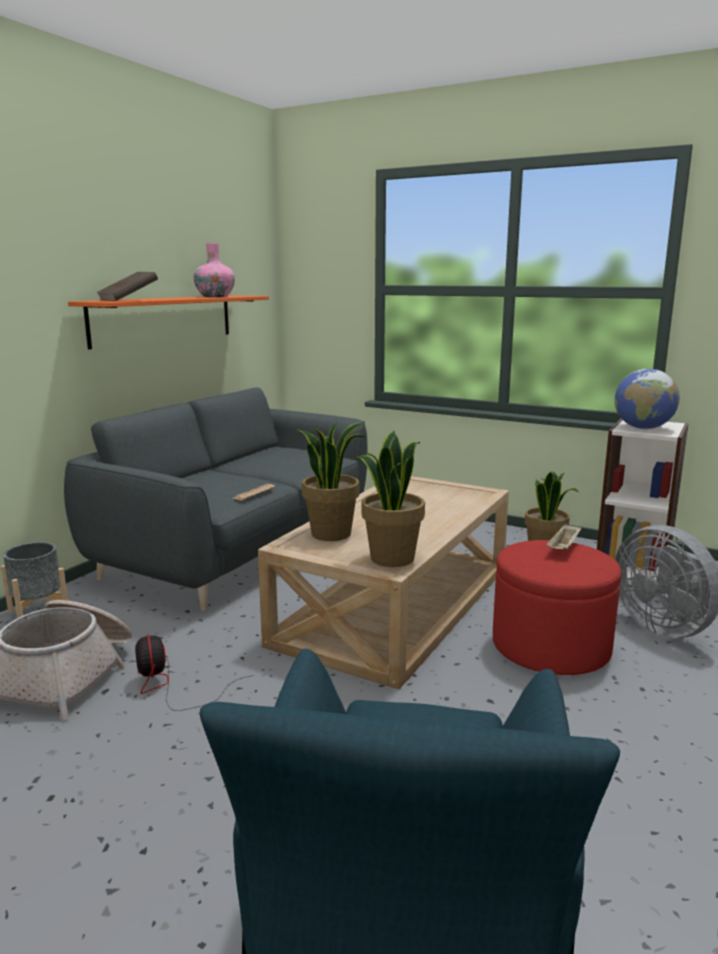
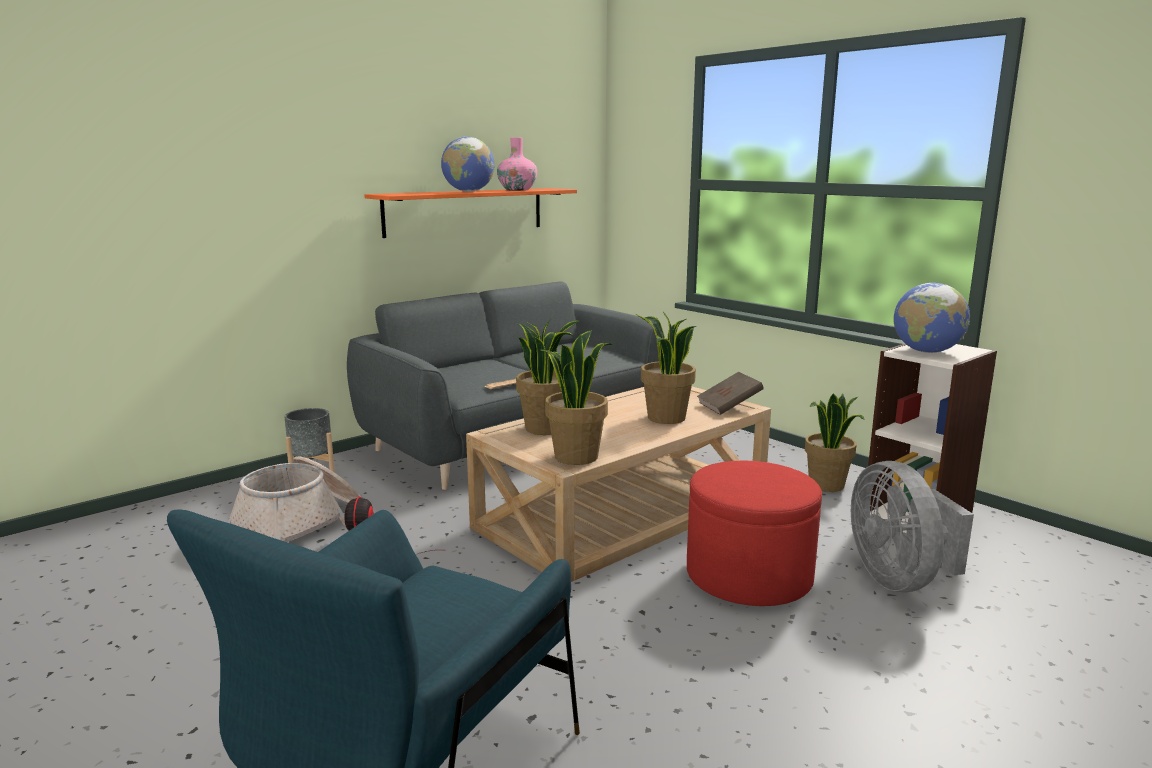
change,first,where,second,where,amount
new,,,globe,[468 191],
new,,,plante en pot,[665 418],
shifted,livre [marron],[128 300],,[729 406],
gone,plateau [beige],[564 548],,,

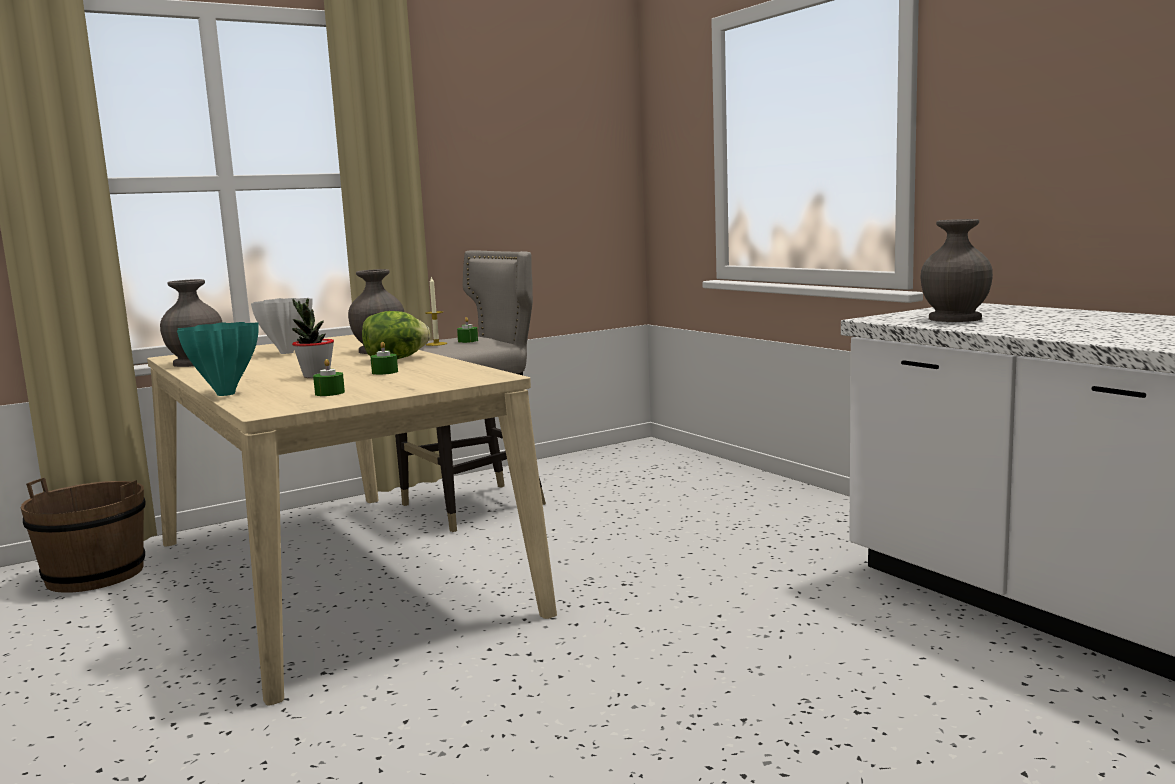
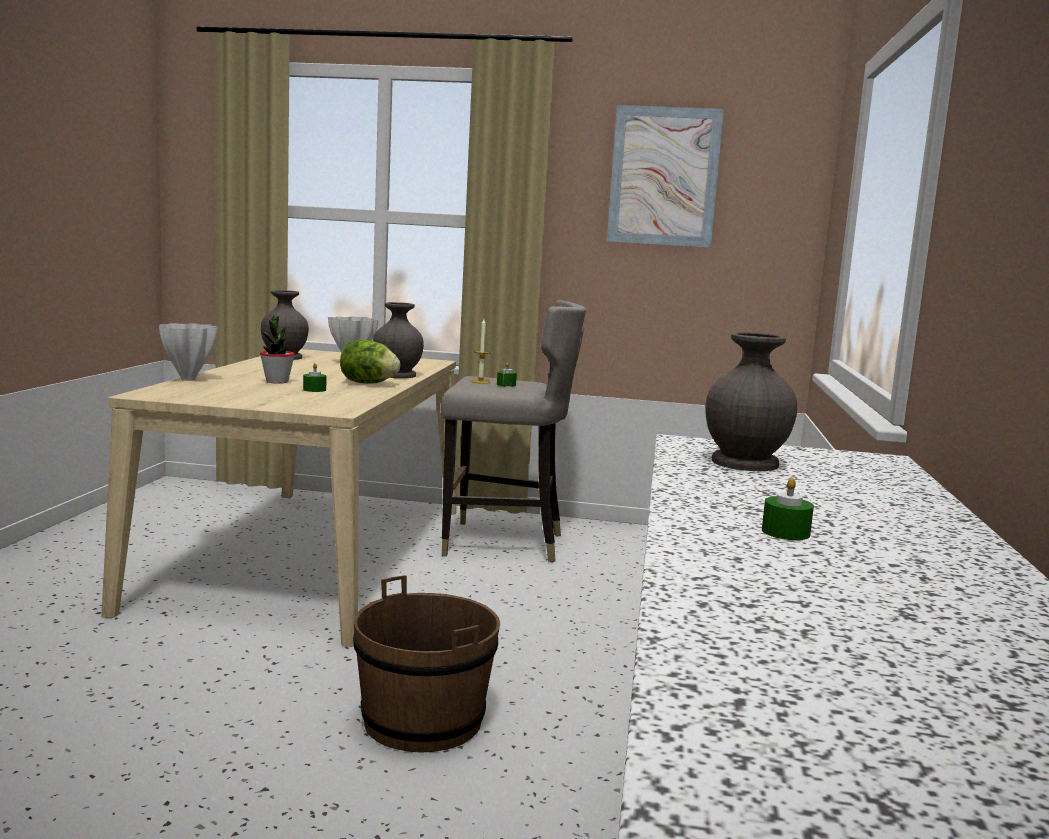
change,first,where,second,where,amount
repainted,vase [turquoise],[226 394],vase [blanc],[189 379],
shifted,seau [marron],[95 575],,[423 721],
new,,,tableau,[664 177],
shifted,bougie [vert],[329 393],,[785 532],

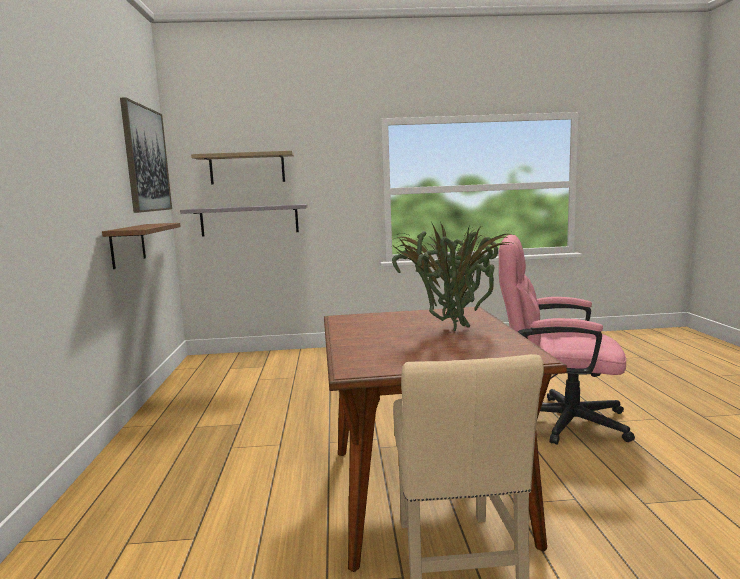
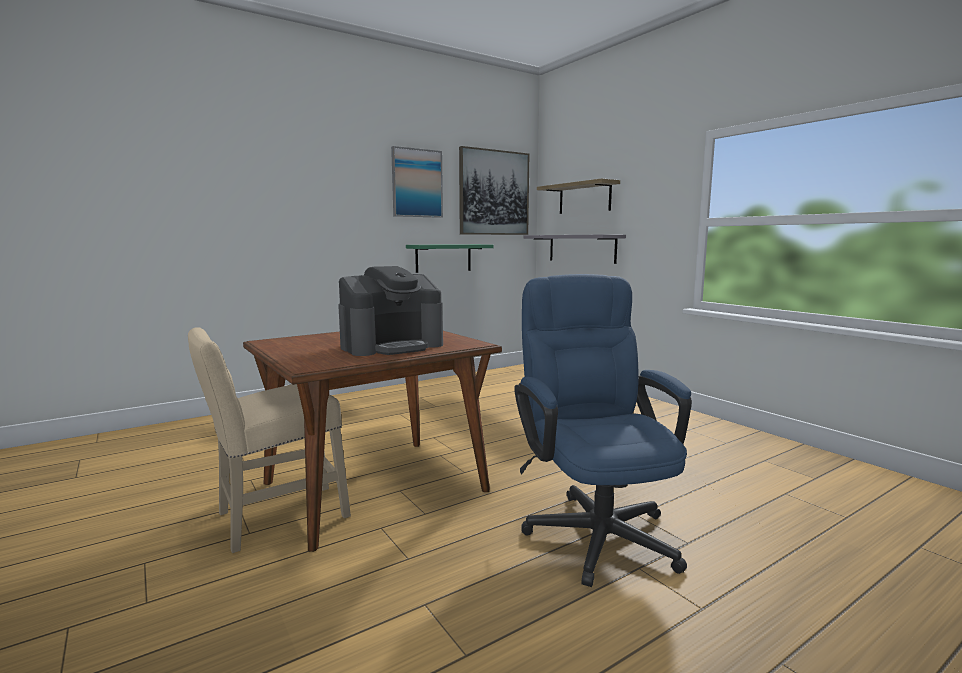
change,first,where,second,where,amount
swapped,plante en pot,[450 329],machine à café,[392 346],
new,,,tableau,[417 183],
repainted,étagère [marron],[127 245],étagère [vert],[443 258],
repainted,chaise de bureau [rose],[557 420],chaise de bureau [bleu],[595 528],

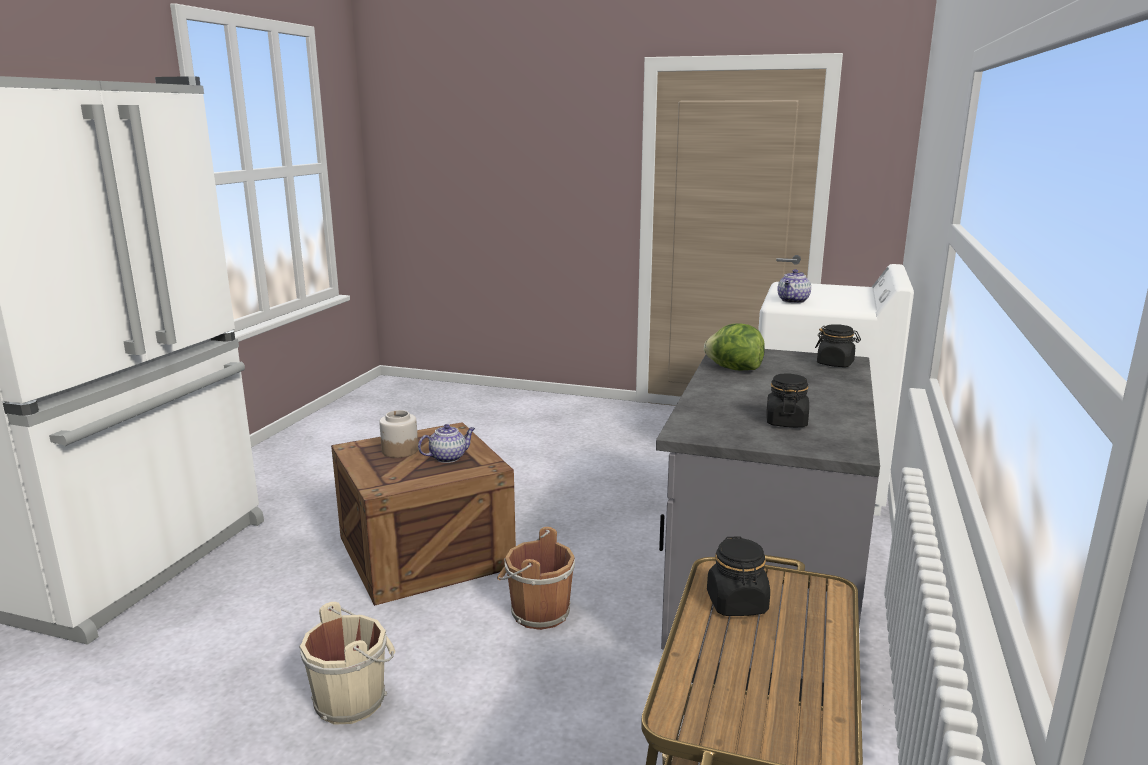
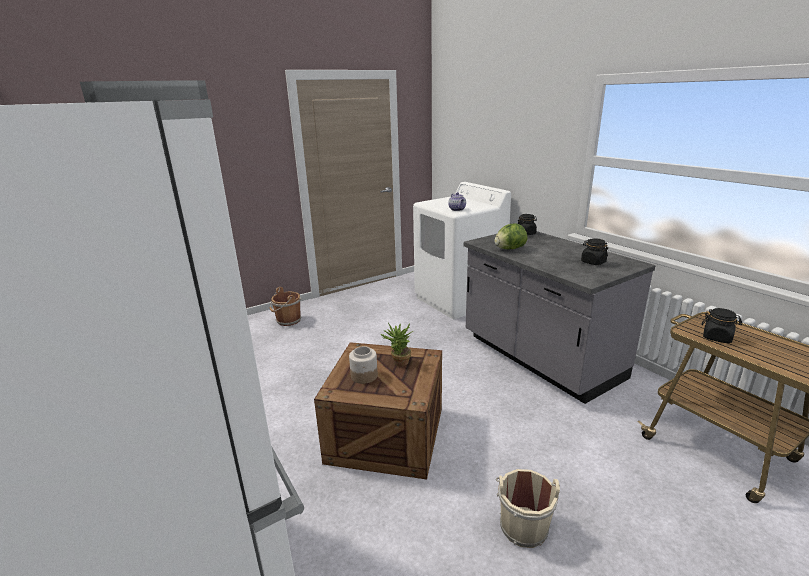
change,first,where,second,where,amount
shifted,seau [marron],[537 612],,[288 321],
swapped,théière,[448 457],plante en pot,[398 363],

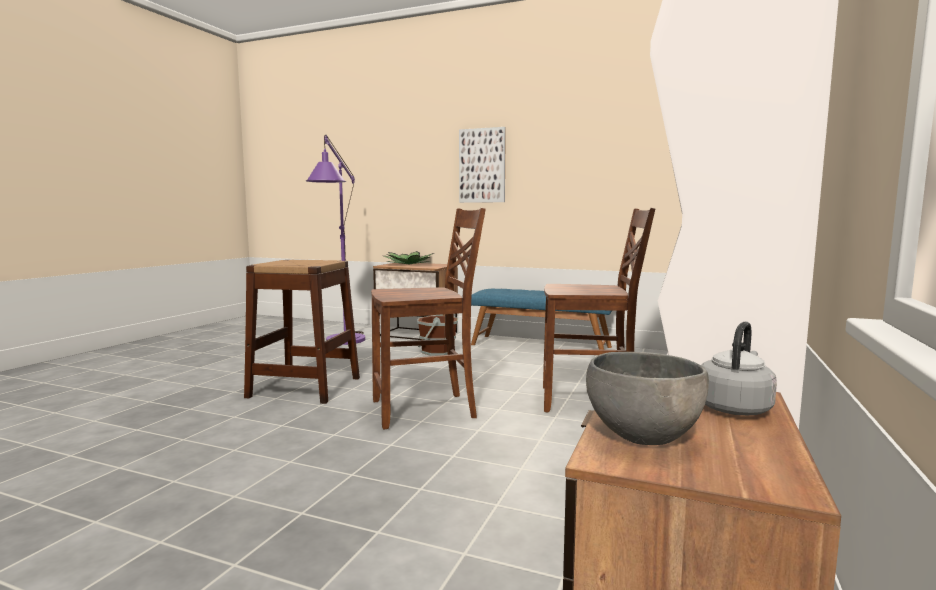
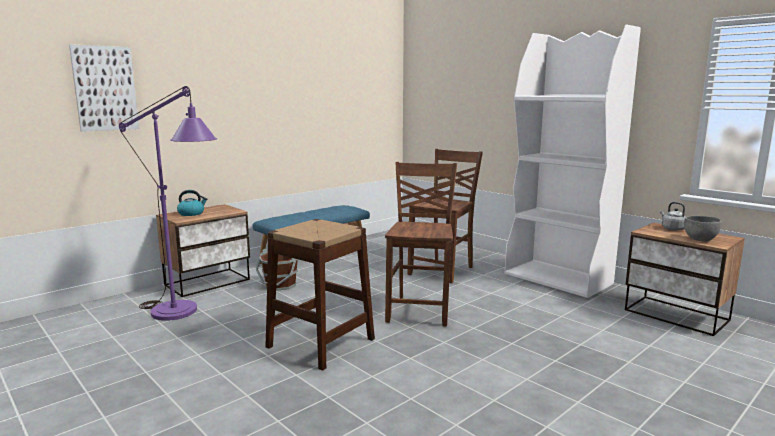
change,first,where,second,where,amount
shifted,tableau,[482 165],,[105 88],
swapped,plante en pot,[409 264],bouilloire,[191 213],

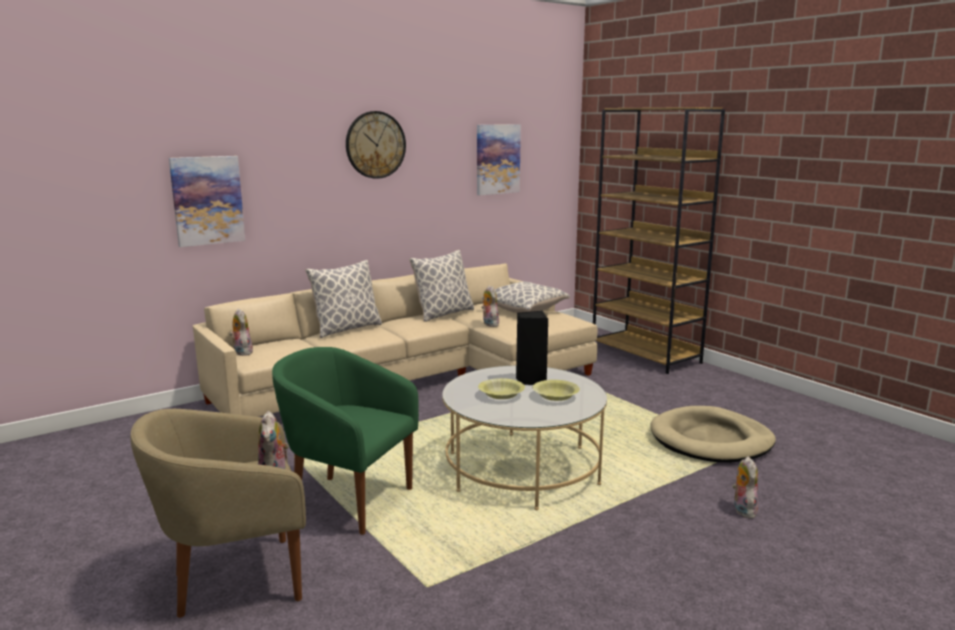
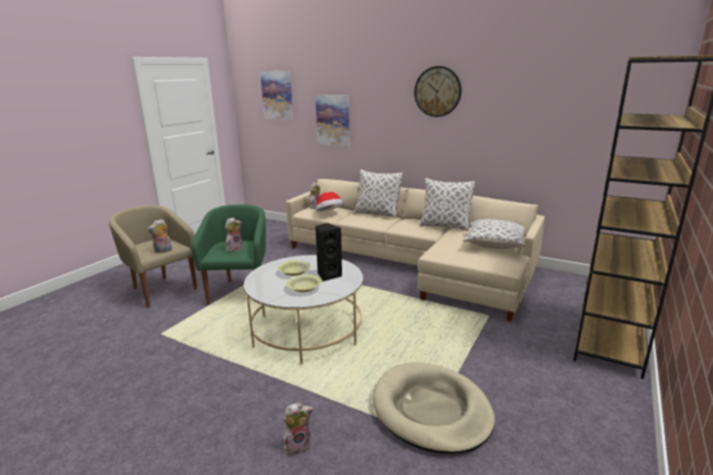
change,first,where,second,where,amount
shifted,peluche,[489 324],,[234 248],
shifted,tableau,[497 159],,[277 95],
new,,,chapeau,[329 213],

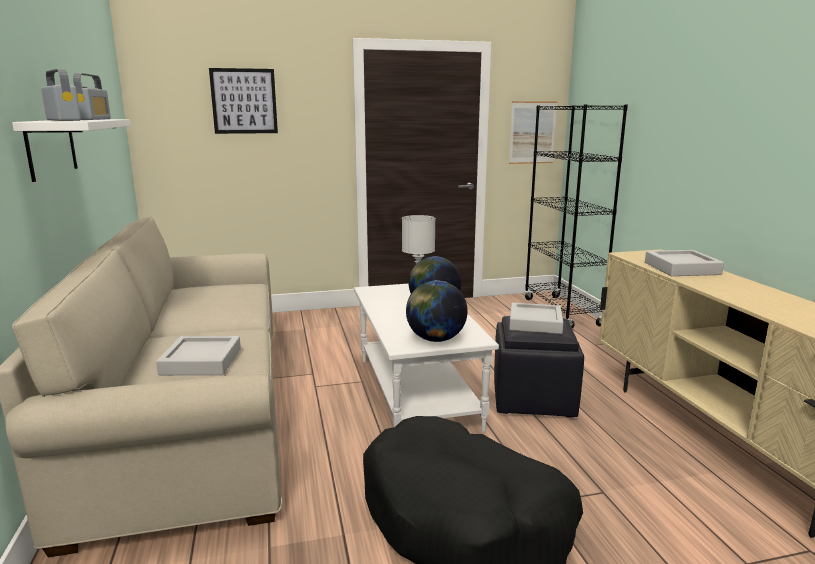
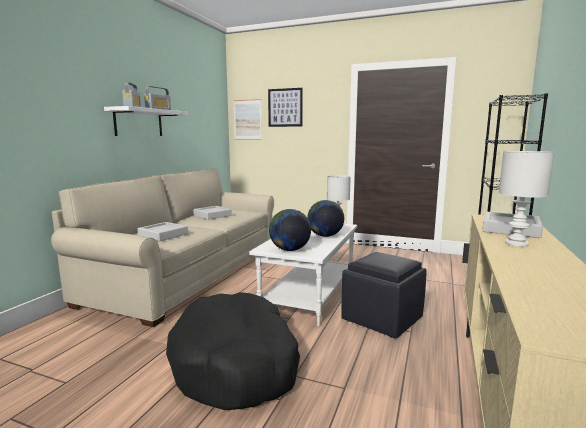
change,first,where,second,where,amount
shifted,plateau [gris],[535 323],,[212 215],
shifted,tableau,[532 132],,[247 119],
new,,,lampe de table [blanc],[515 243],

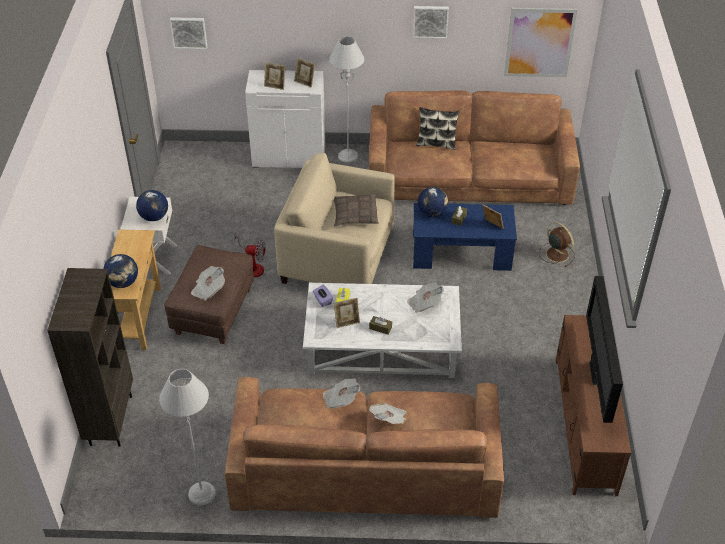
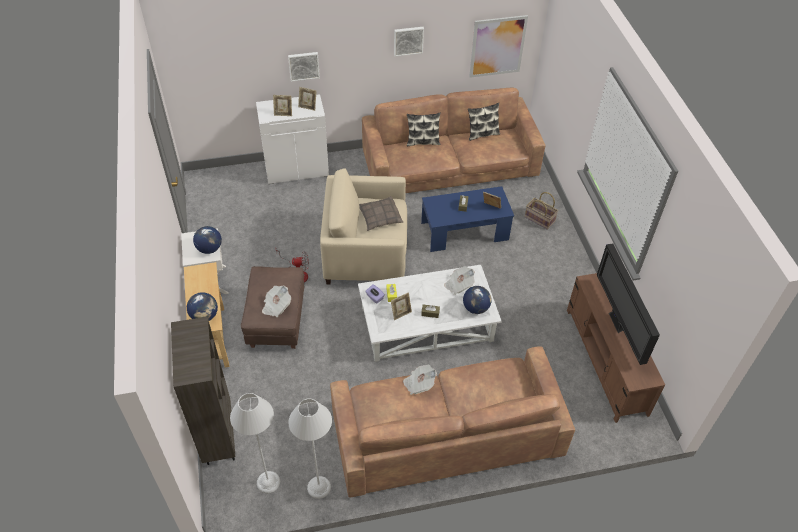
change,first,where,second,where,amount
shifted,lampadaire [gris],[348 156],,[268 482],
shifted,tableau,[189 32],,[303 65],
shifted,globe,[432 213],,[476 308],
new,,,coussin,[482 134],
swapped,ventilateur [marron],[556 253],panier,[539 219],
gone,journal,[389 419],,,

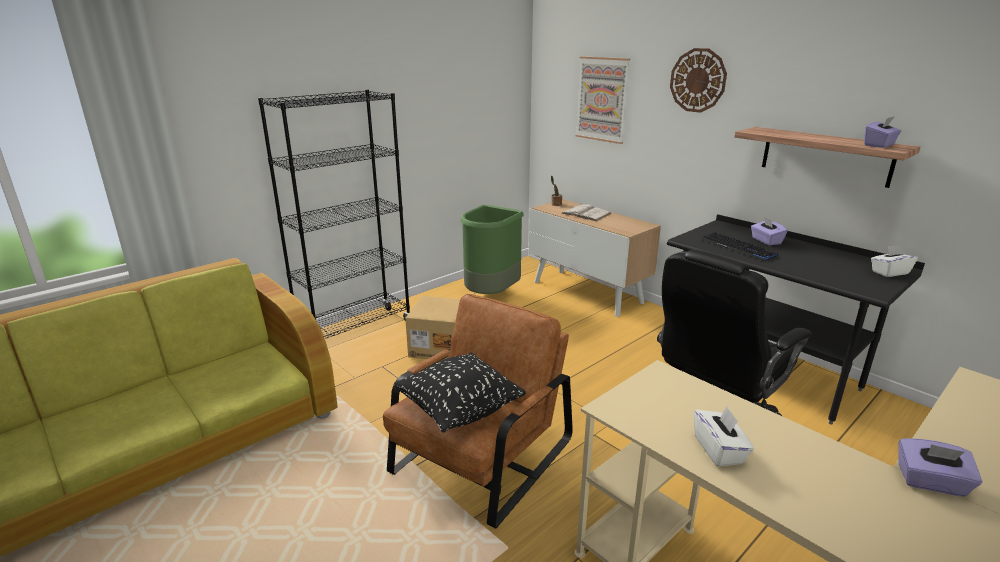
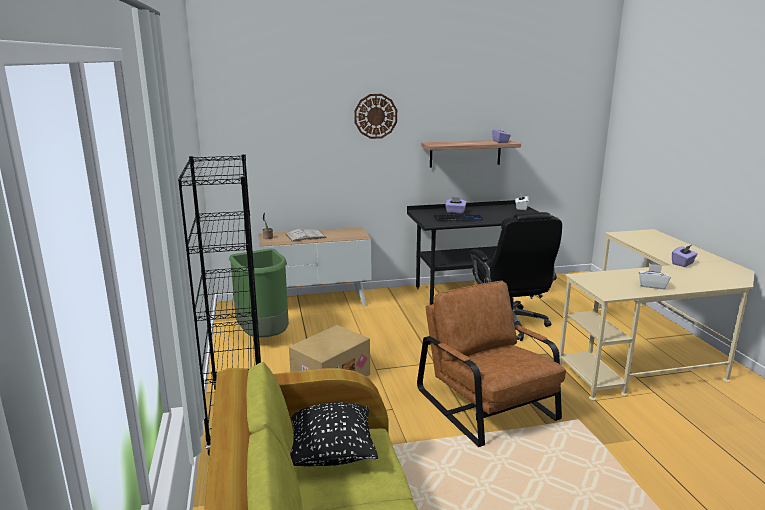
change,first,where,second,where,amount
shifted,coussin [noir],[460 411],,[332 453],
gone,tableau,[602 99],,,

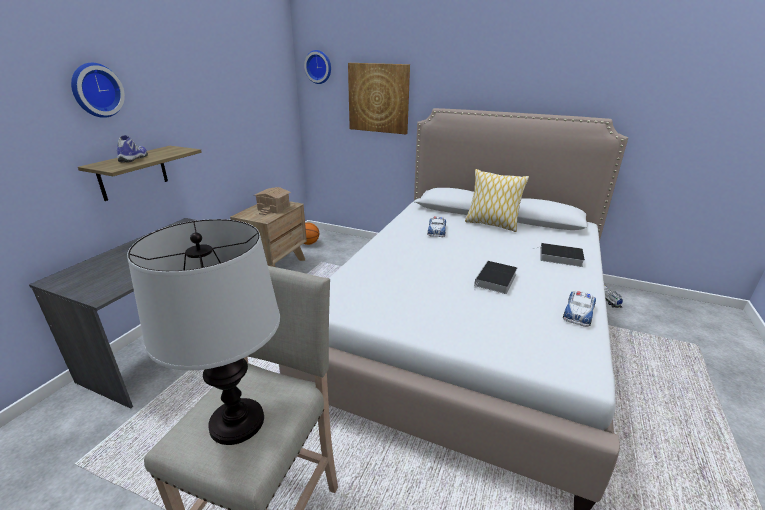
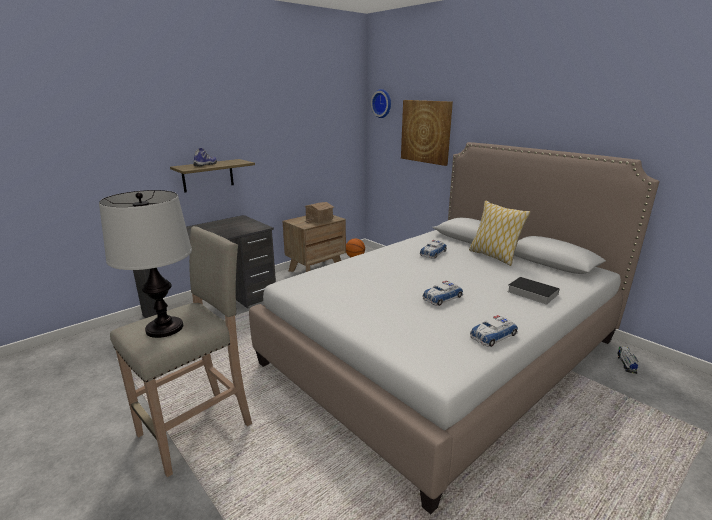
change,first,where,second,where,amount
swapped,livre,[495 280],petite voiture,[442 297],
gone,horloge murale,[95 90],,,

